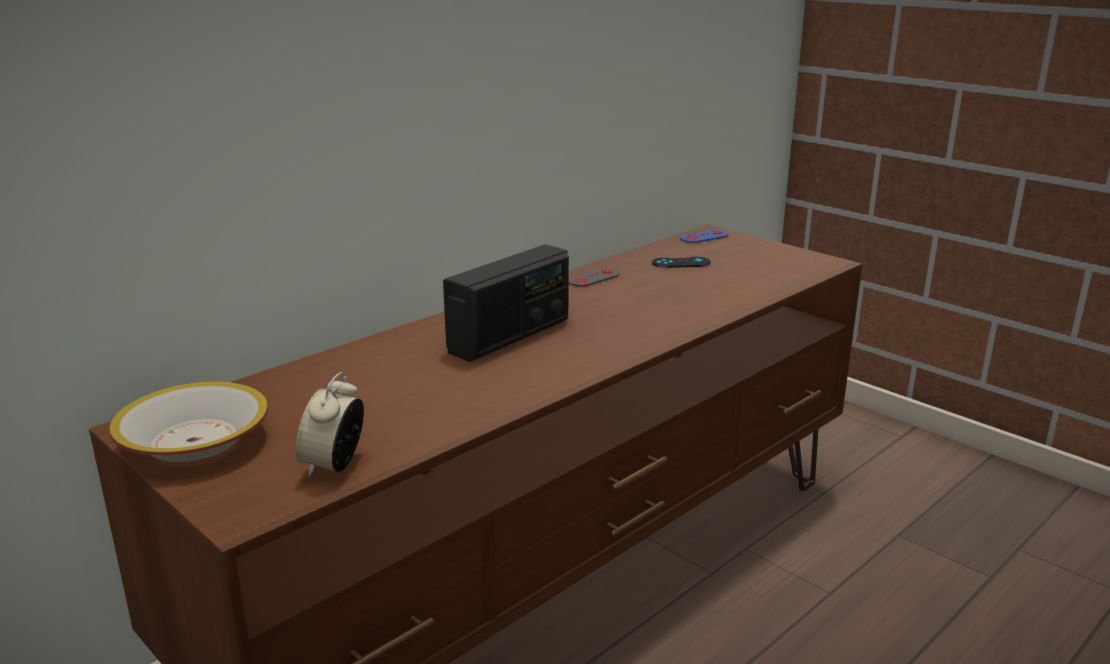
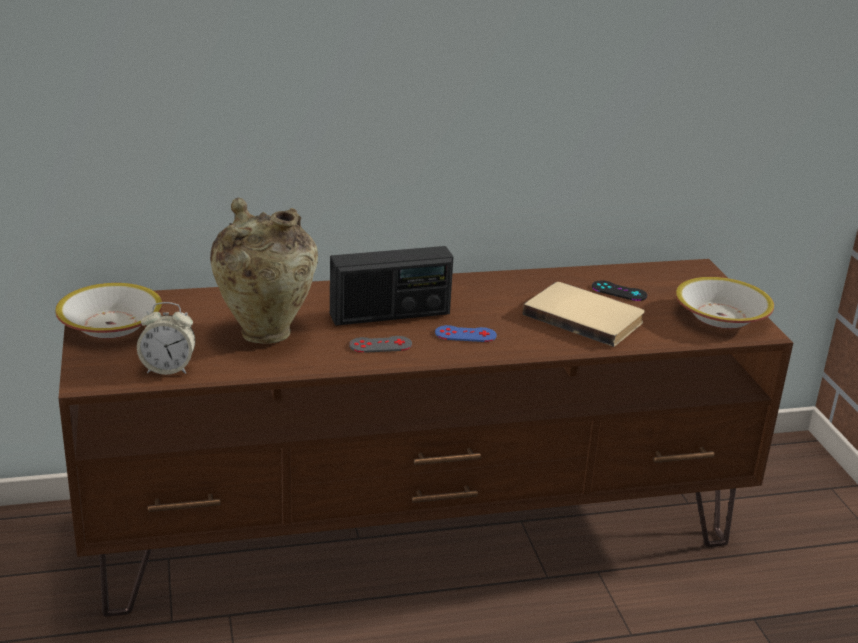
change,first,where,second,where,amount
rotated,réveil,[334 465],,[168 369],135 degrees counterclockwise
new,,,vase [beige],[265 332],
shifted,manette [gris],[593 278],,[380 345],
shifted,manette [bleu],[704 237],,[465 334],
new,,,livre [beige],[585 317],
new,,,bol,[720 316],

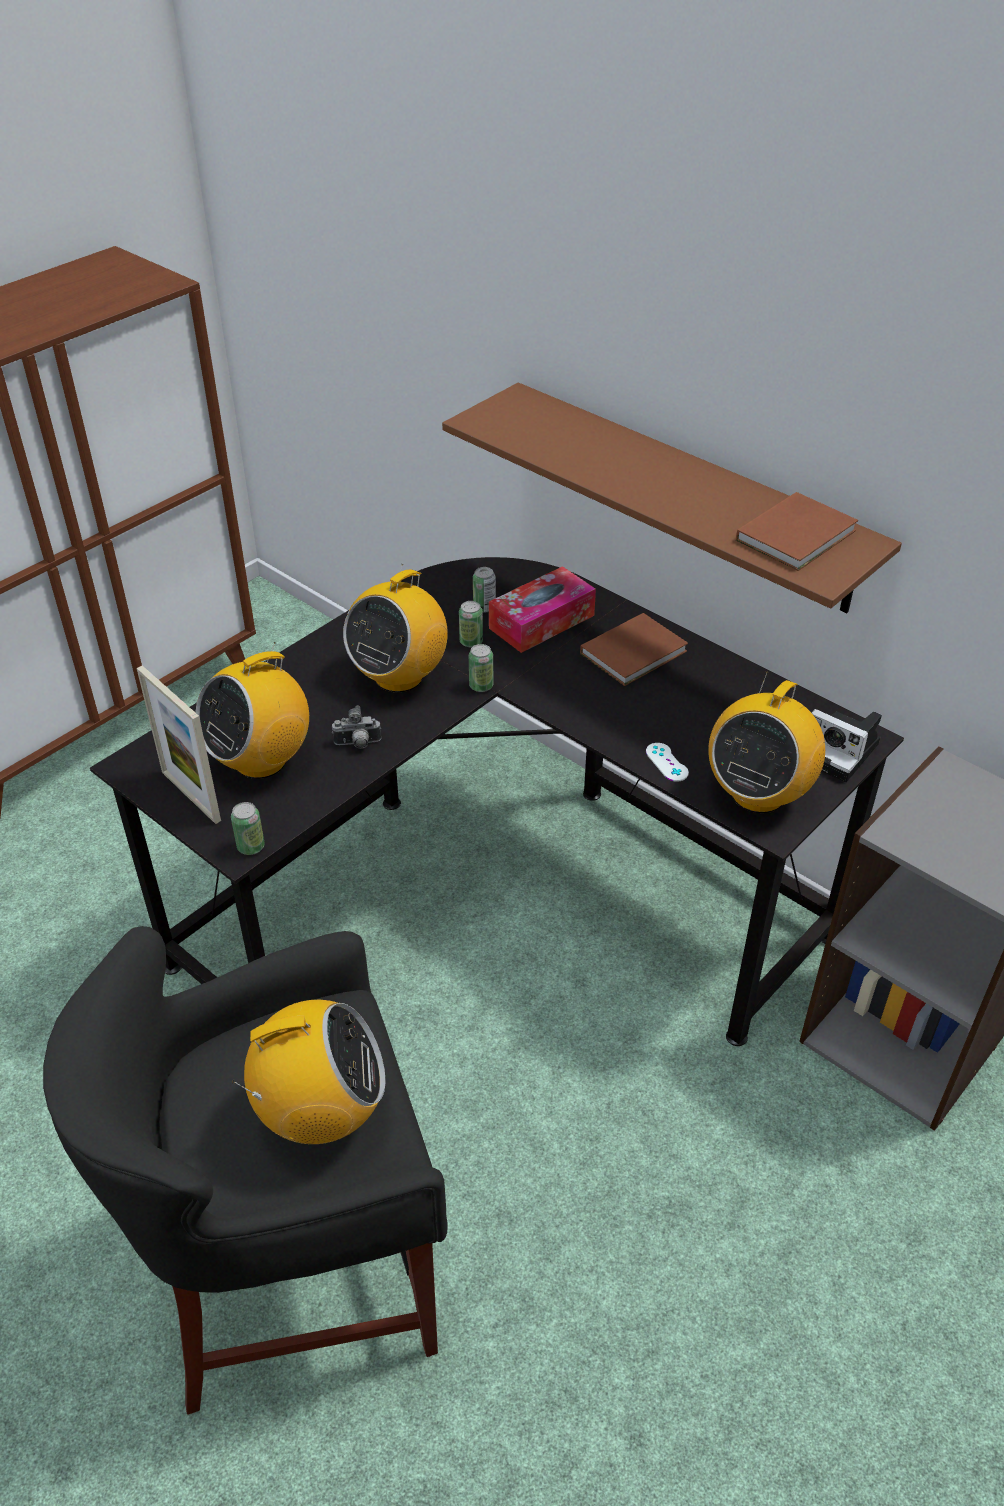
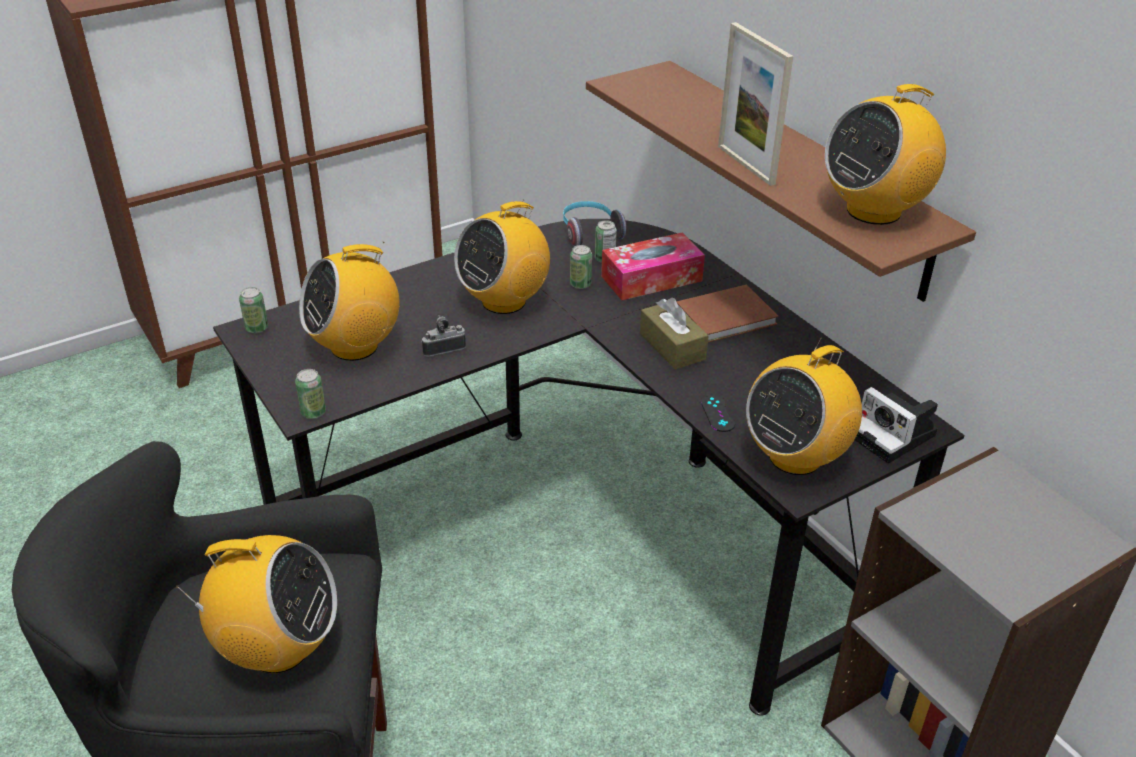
change,first,where,second,where,amount
shifted,boîte métallique,[481 686],,[257 328],
rotated,appareil photo,[357 744],,[443 348],150 degrees clockwise
new,,,casque audio,[589 232],
new,,,boîte à mouchoirs [marron],[672 346],
repainted,manette [blanc],[666 762],manette [noir],[717 413],
shifted,cadre photo,[191 796],,[745 165],
swapped,livre [marron],[799 535],radio,[874 210],

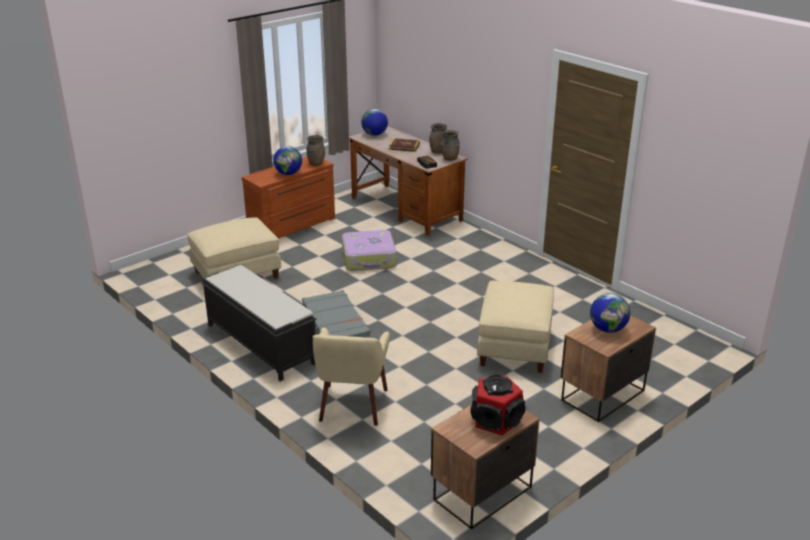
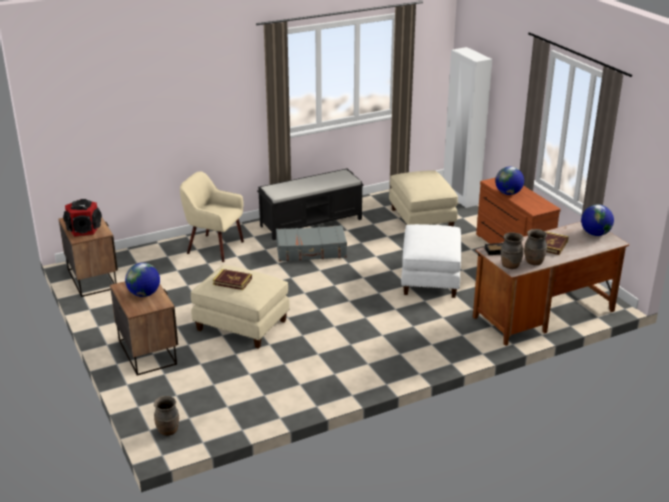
change,first,where,second,where,amount
shifted,vase [marron],[316 164],,[168 431],
new,,,livre,[232 281],
swapped,valise,[369 259],pouf [blanc],[431 279],
new,,,armoire [blanc],[460 198],

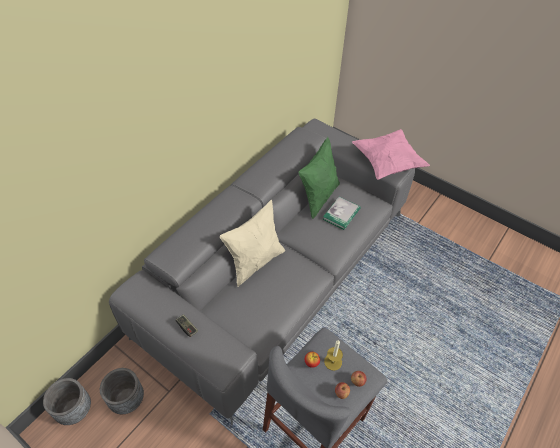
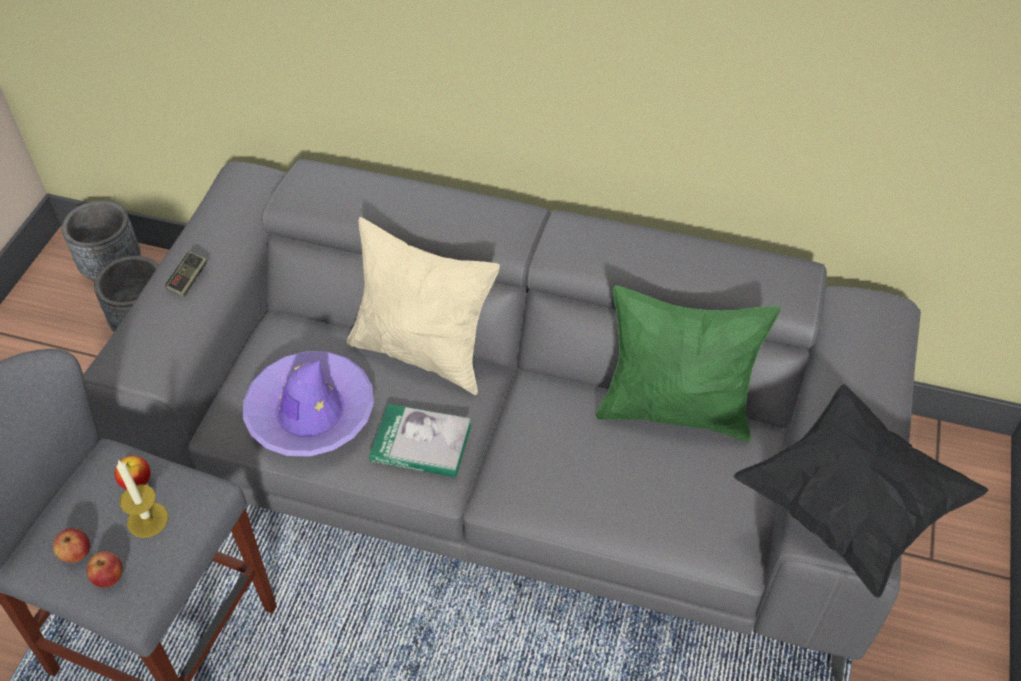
change,first,where,second,where,amount
new,,,chapeau [violet],[310 413],
shifted,livre,[341 214],,[421 443],
repainted,coussin [rose],[387 163],coussin [noir],[849 505],

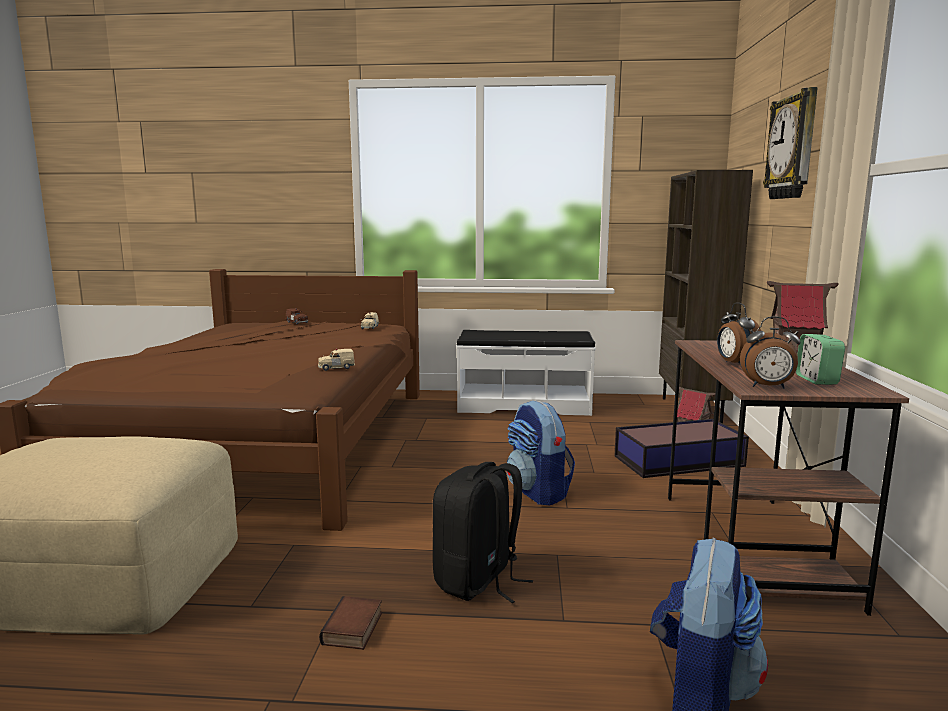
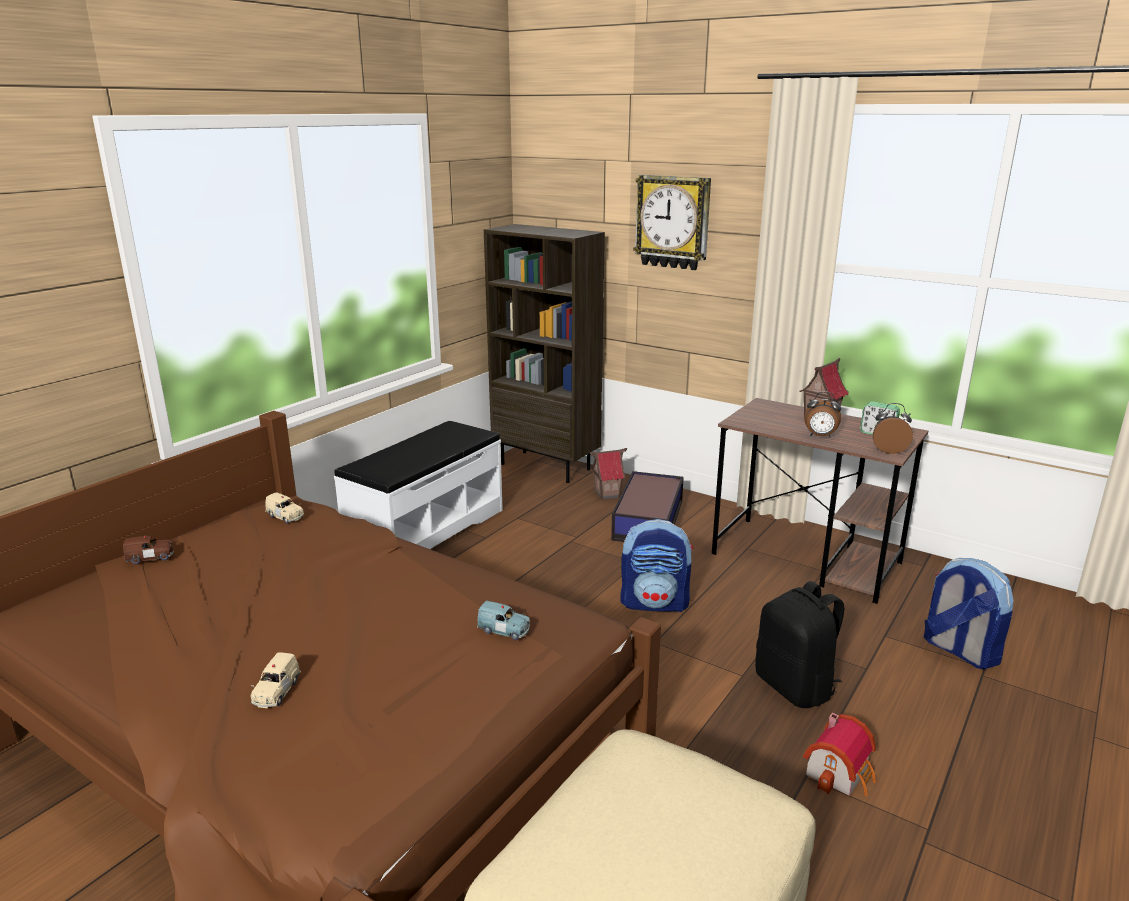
change,first,where,second,where,amount
shifted,petite voiture [beige],[336 368],,[276 692],
new,,,petite voiture [bleu],[504 630],
swapped,livre,[354 629],maison miniature,[841 773],
rotated,réveil,[768 387],,[888 450],120 degrees counterclockwise

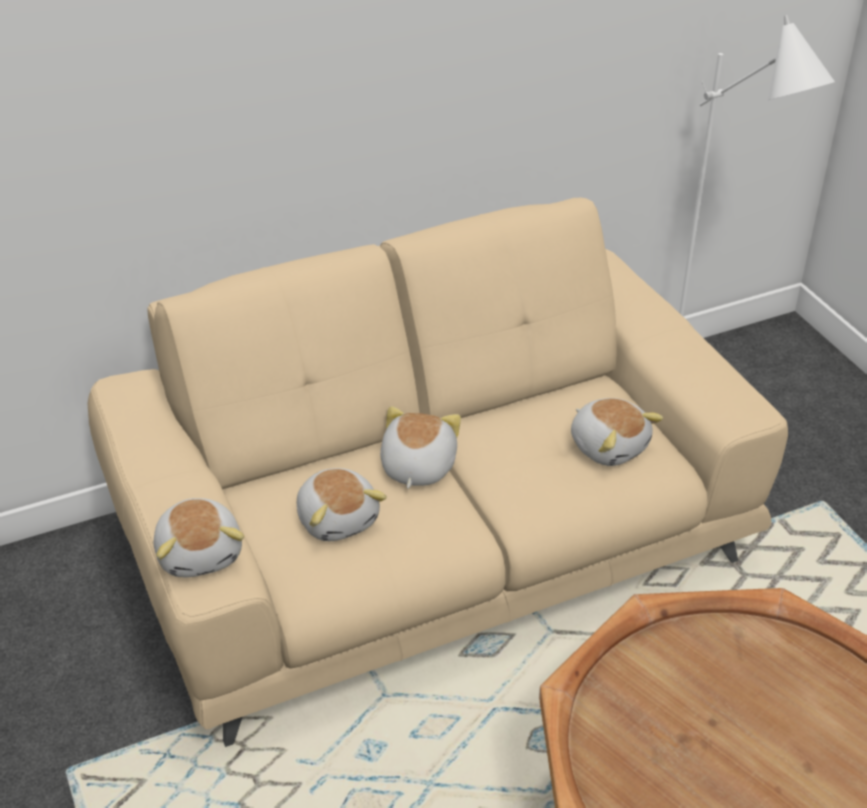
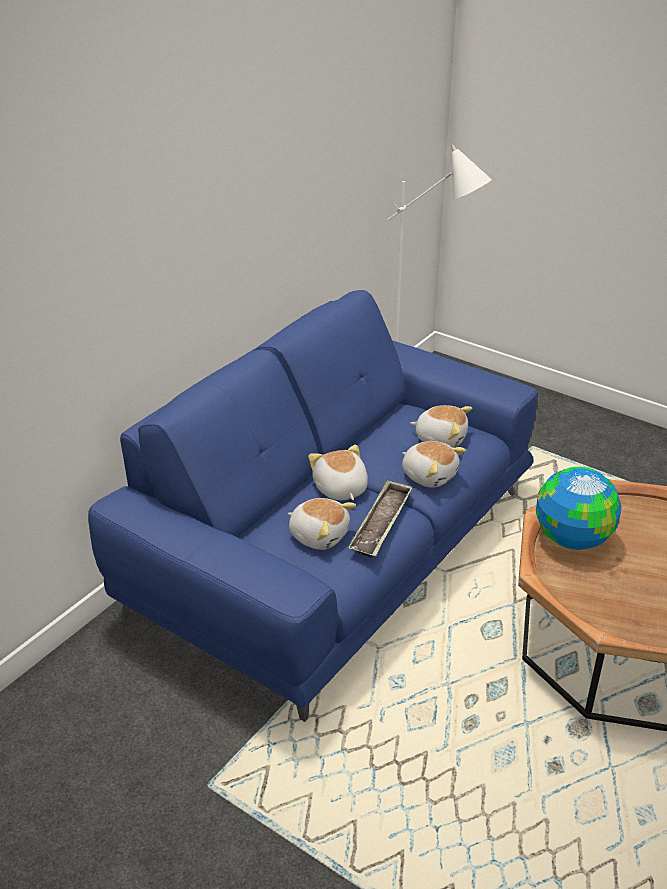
change,first,where,second,where,amount
repainted,canapé [beige],[434 542],canapé [bleu],[334 550],
new,,,plateau,[381 524],
shifted,peluche,[201 553],,[429 475],
new,,,globe,[571 539],

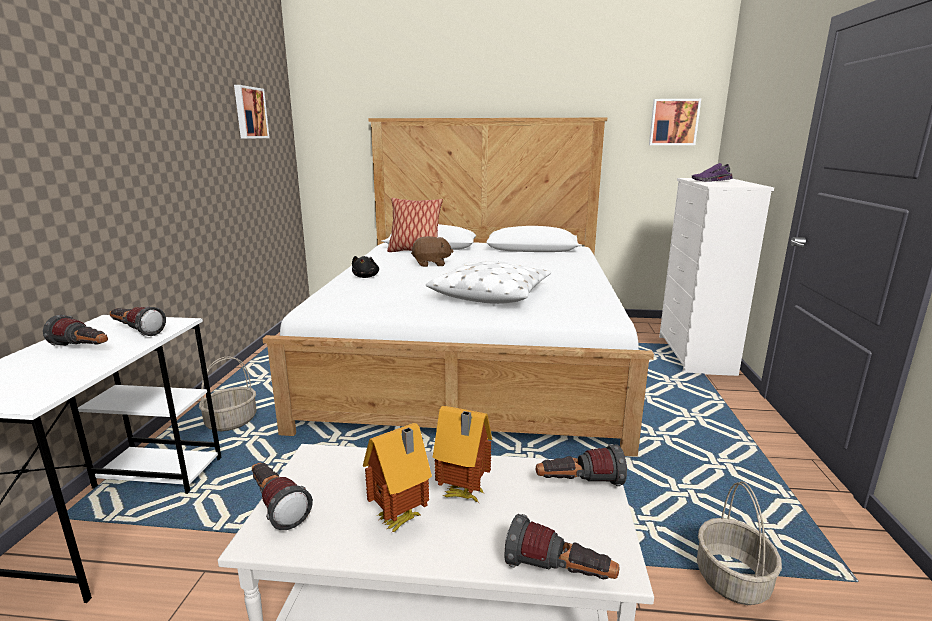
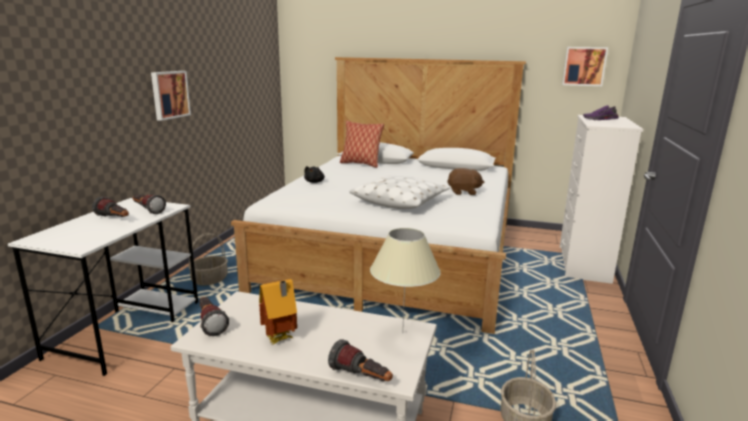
change,first,where,second,where,amount
shifted,tableau,[249 113],,[169 94],
swapped,lampe de poche,[578 484],lampe de table [beige],[402 333],
shifted,peluche [marron],[431 264],,[463 192],
gone,maison miniature,[463 495],,,

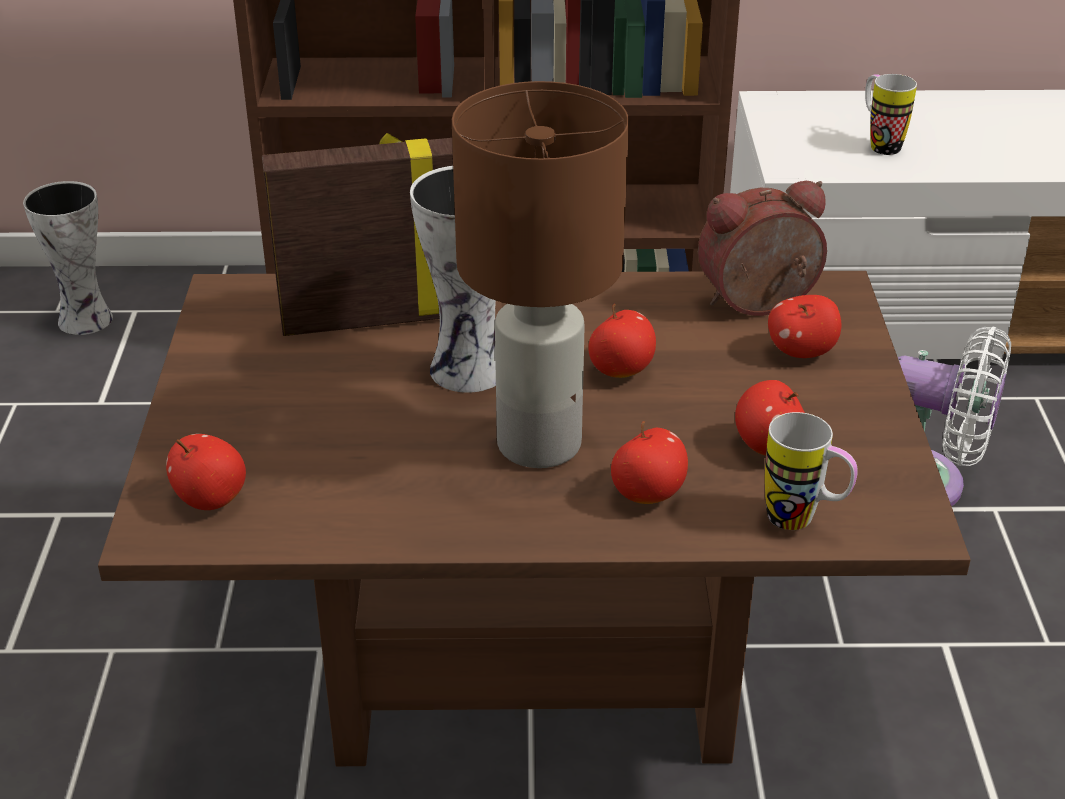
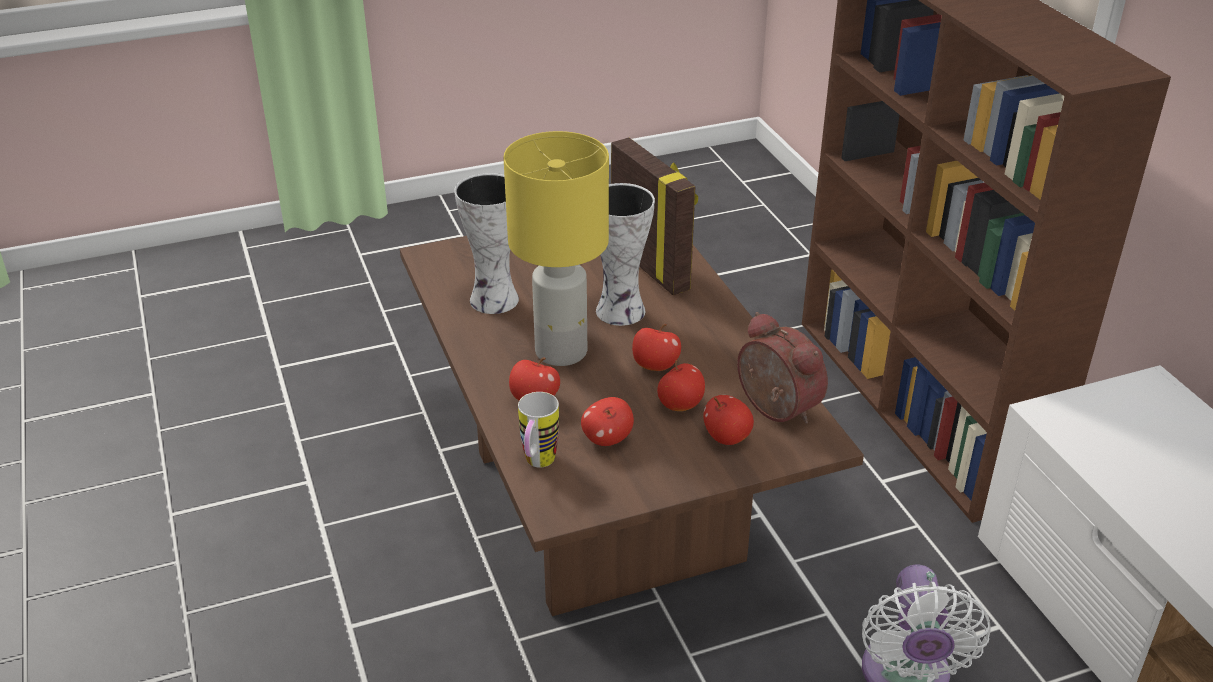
change,first,where,second,where,amount
shifted,vase,[85 321],,[492 300],
repainted,lampe de table [marron],[537 443],lampe de table [jaune],[561 350],
shifted,pomme,[210 499],,[680 405],
gone,mug,[879 144],,,

